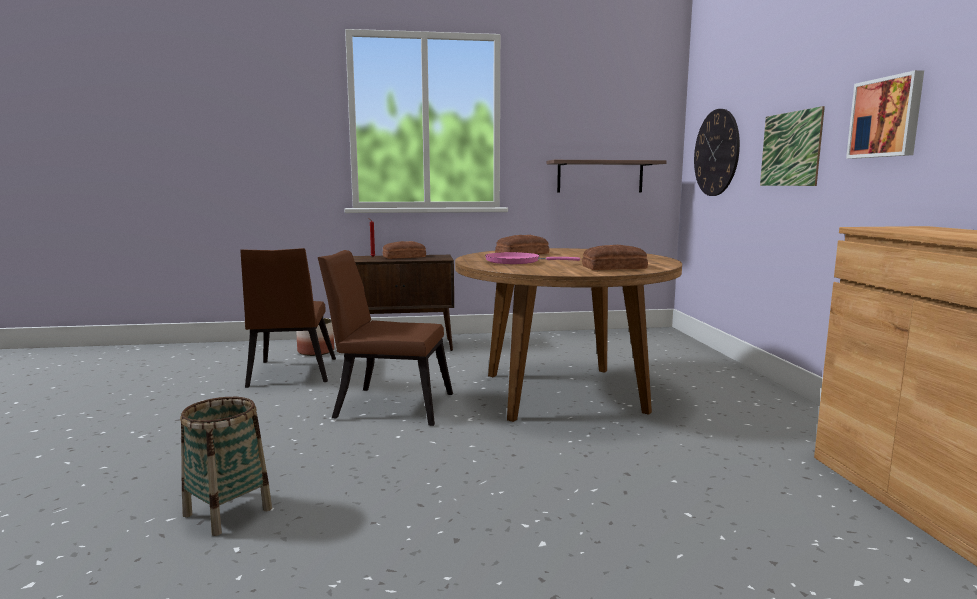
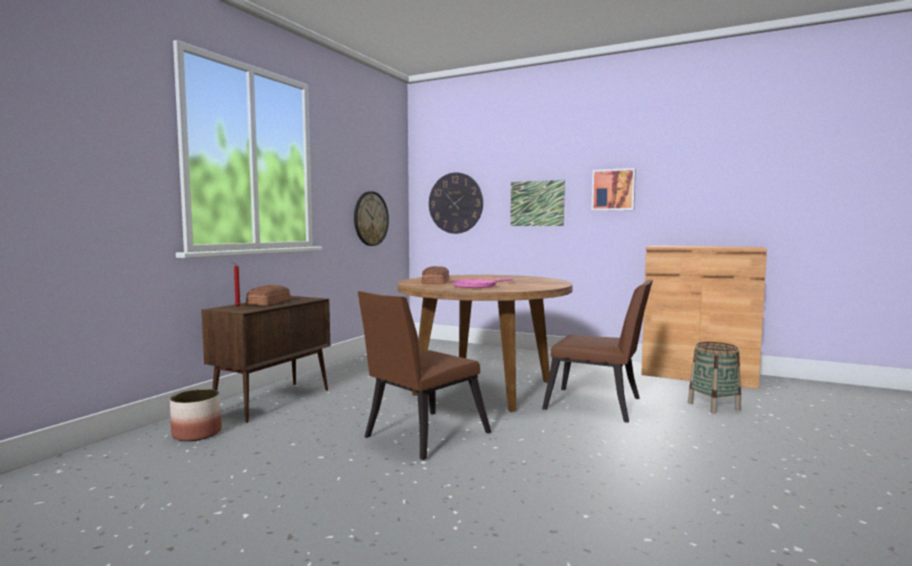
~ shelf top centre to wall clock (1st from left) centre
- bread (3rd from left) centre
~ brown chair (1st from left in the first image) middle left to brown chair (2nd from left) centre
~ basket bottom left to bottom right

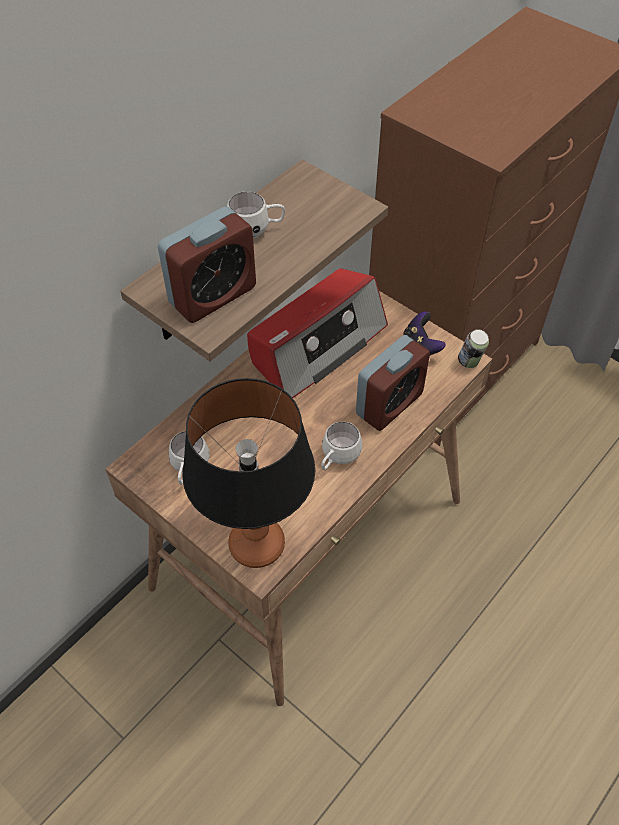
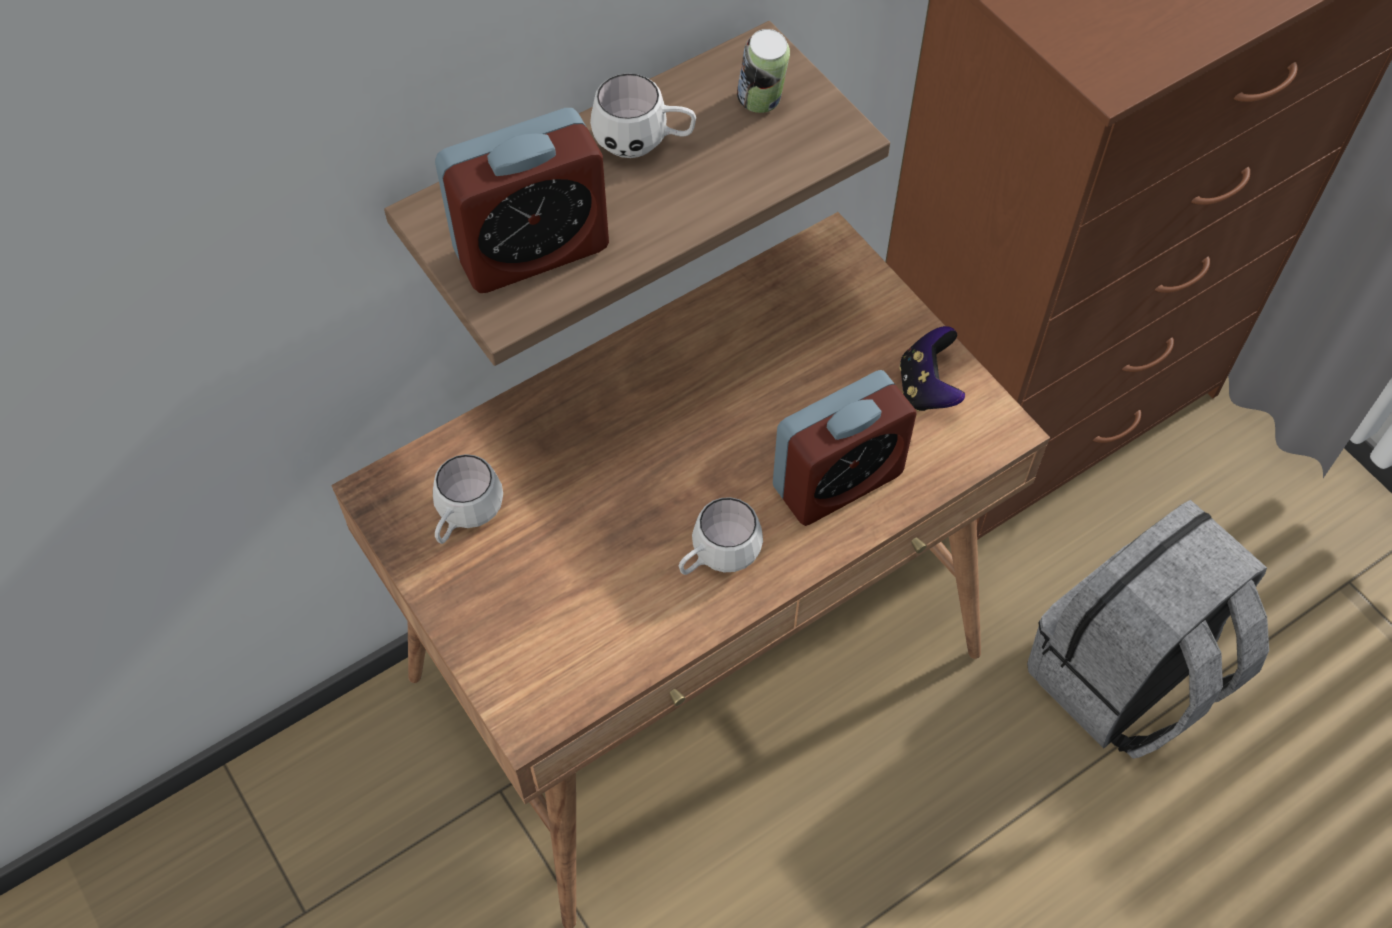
- radio centre
~ can middle right to top centre
- table lamp centre
+ grey backpack bottom right

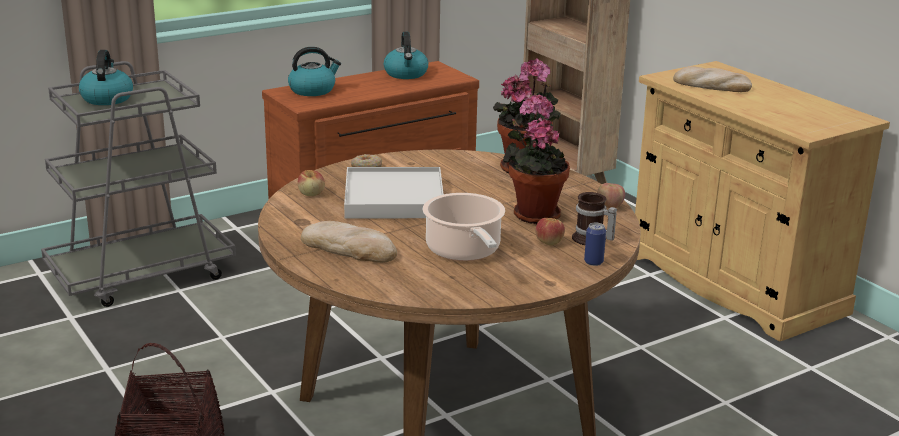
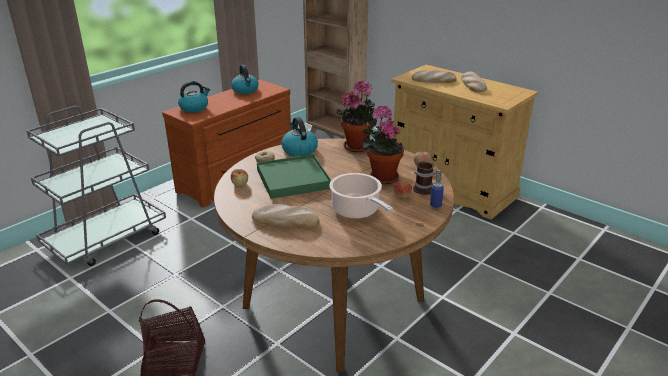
~ kettle (1st from left in the first image) top left to kettle (3rd from left) centre
~ white tray centre to green tray centre
+ bread (3rd from left) top right

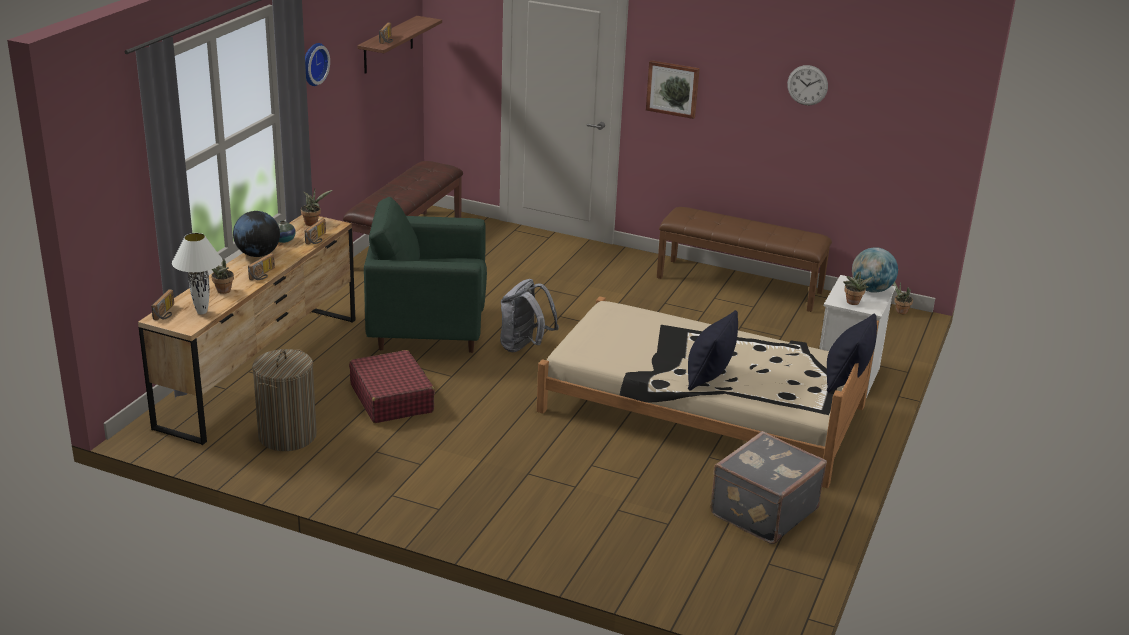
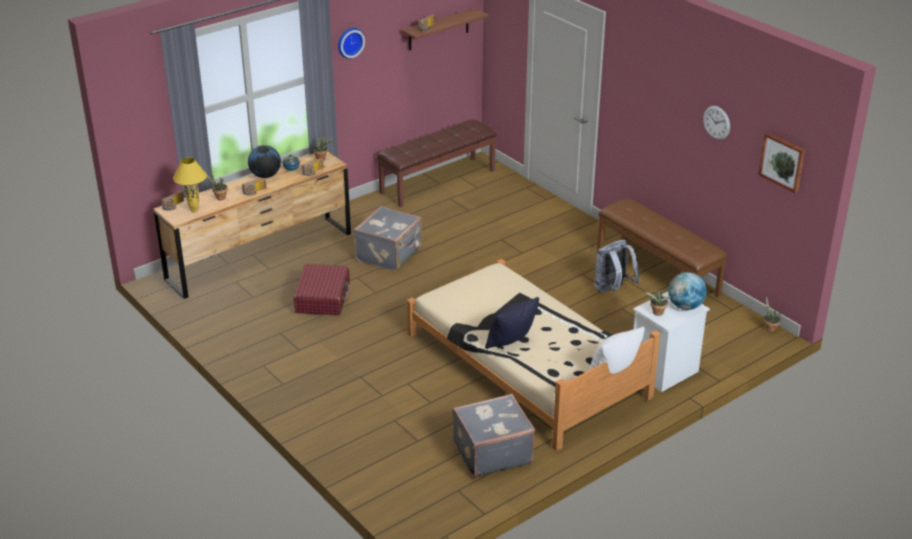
~ picture top centre to top right
~ green armchair centre to grey suitcase (1st from left) centre
~ white table lamp middle left to yellow table lamp middle left
~ grey backpack centre to middle right
~ black pillow (2nd from left) middle right to white pillow middle right
- laundry basket middle left

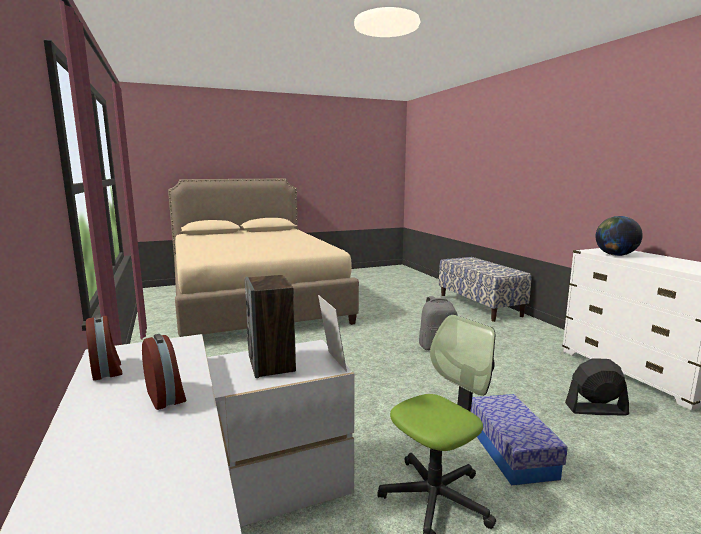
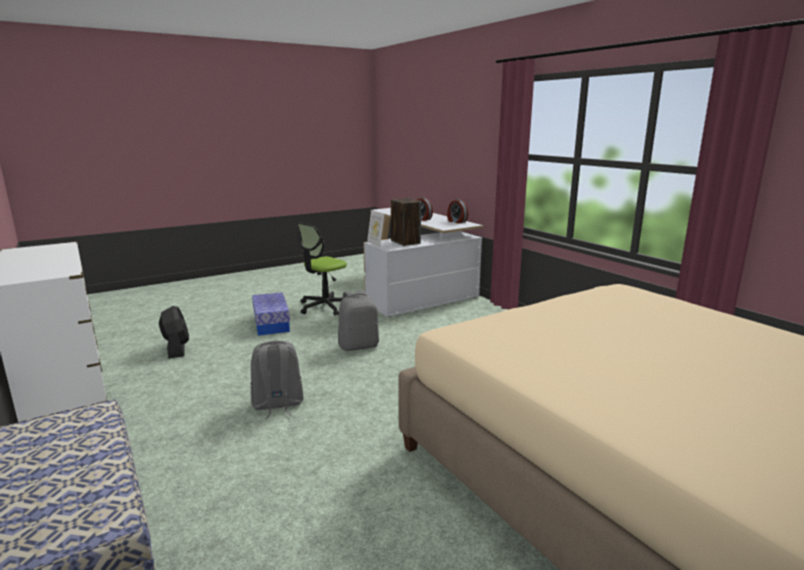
- globe middle right
~ black fan bottom right = middle left 105 degrees counterclockwise
+ grey backpack (2nd from left) centre

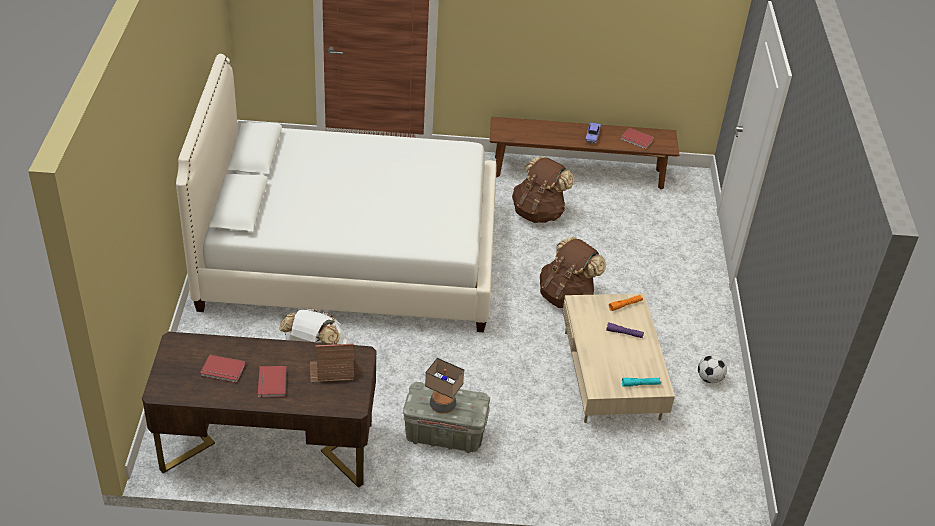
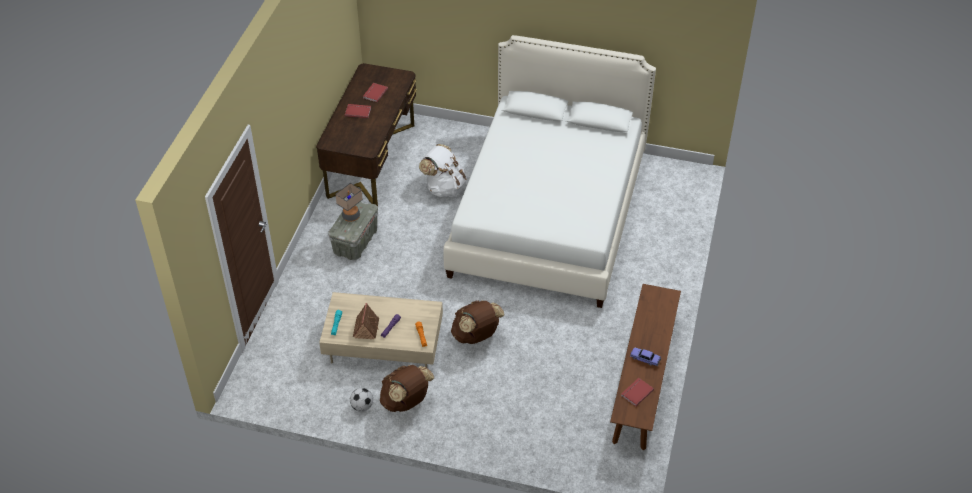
~ brown backpack (1st from left) centre to bottom centre
~ toy house bottom centre to centre

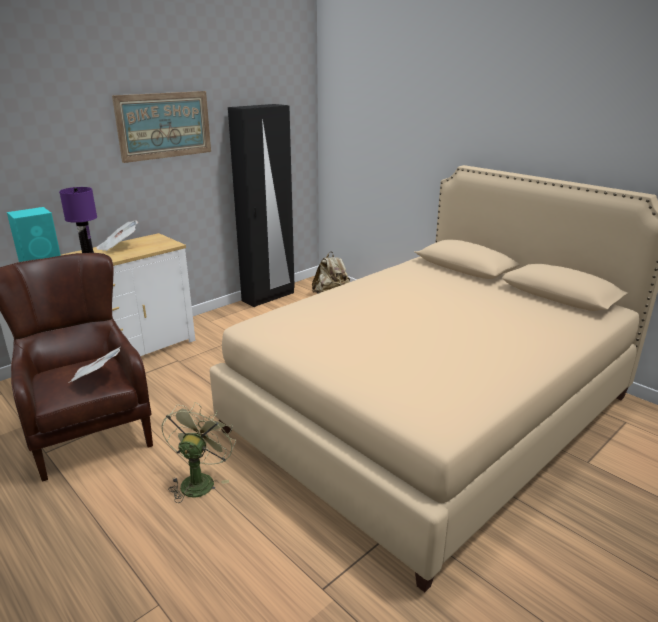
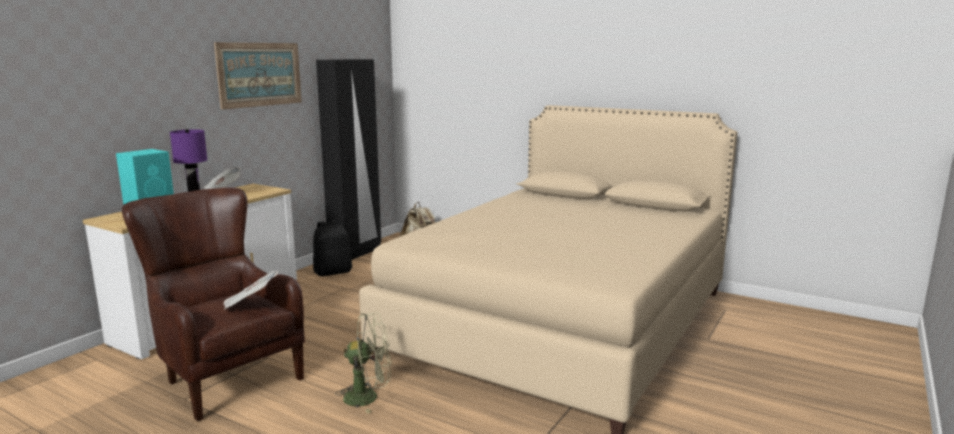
~ green fan bottom left = bottom centre 90 degrees clockwise
+ black backpack centre

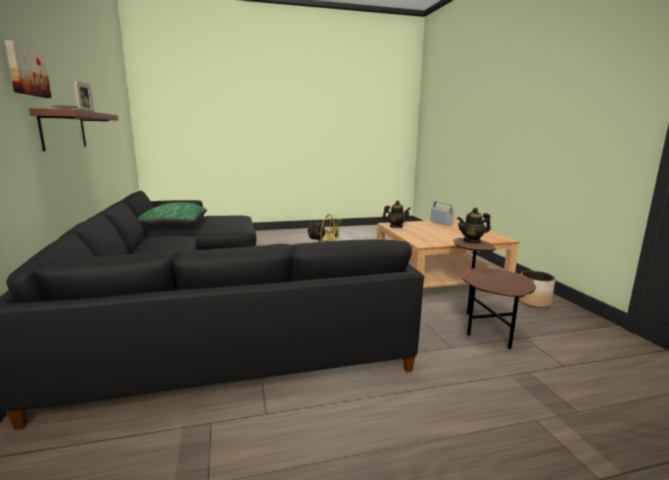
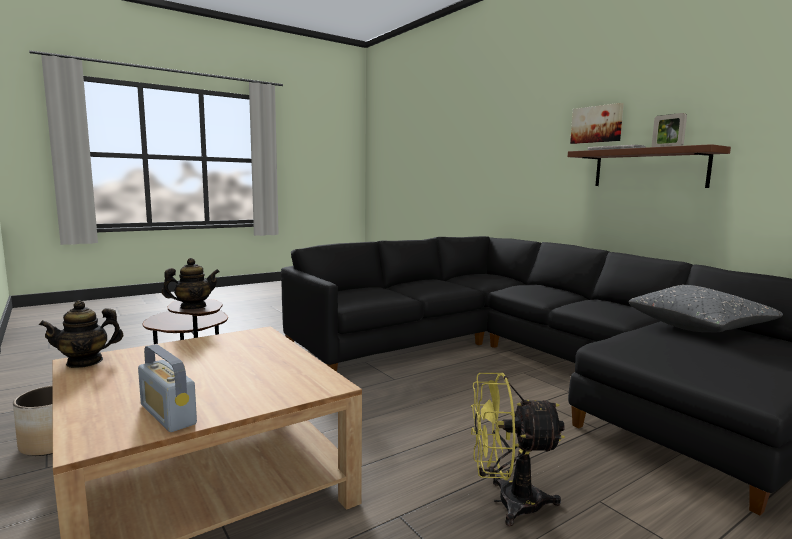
~ teapot (1st from left) centre to middle left
~ green pillow middle left to grey pillow middle right

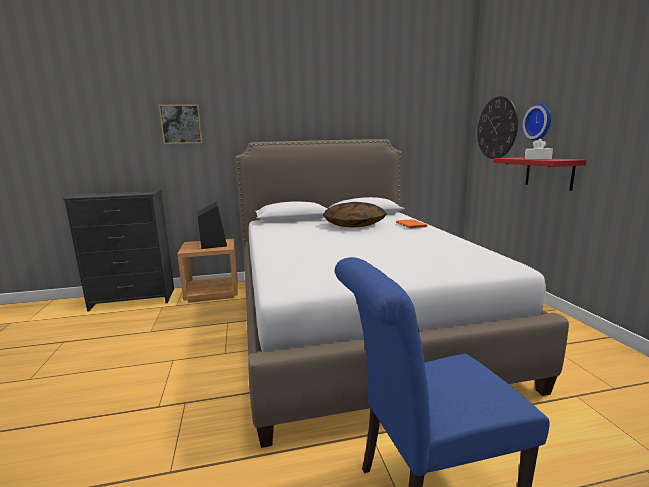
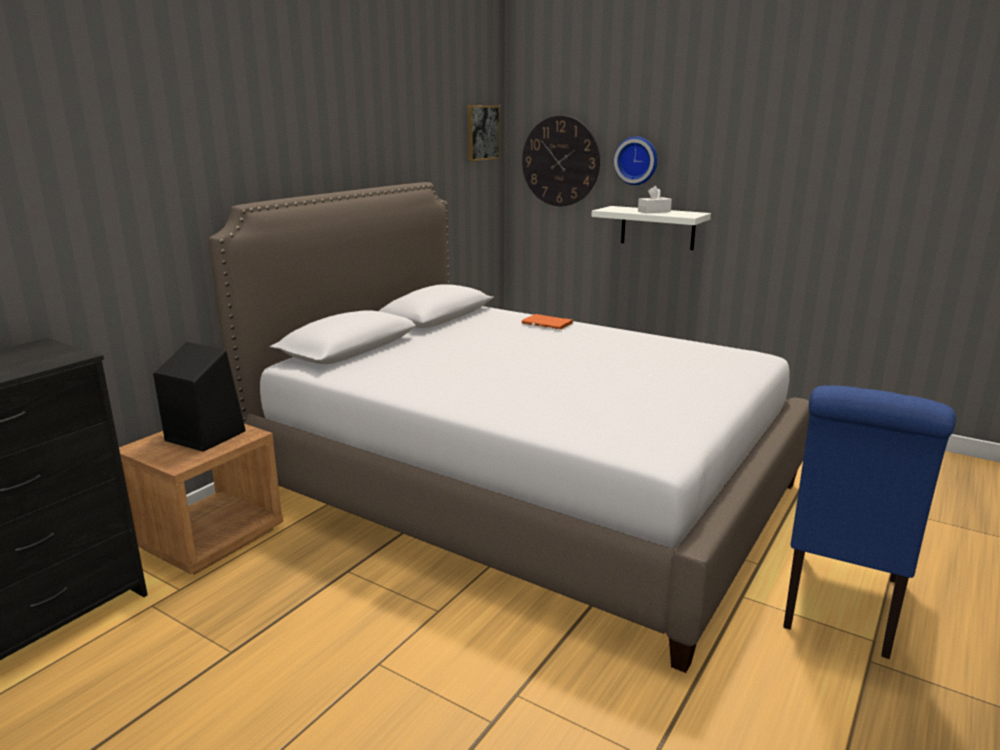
~ picture top left to top centre
~ red shelf middle right to white shelf top centre
- pillow centre

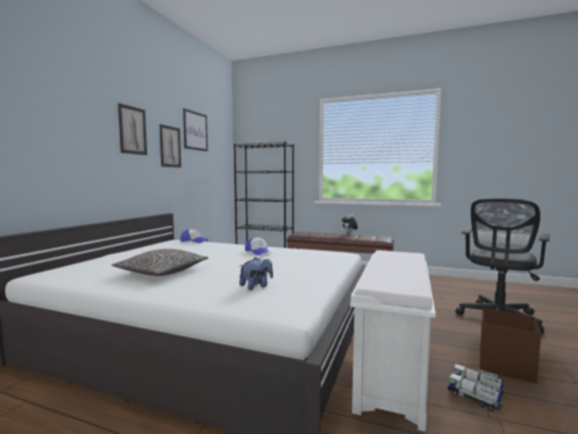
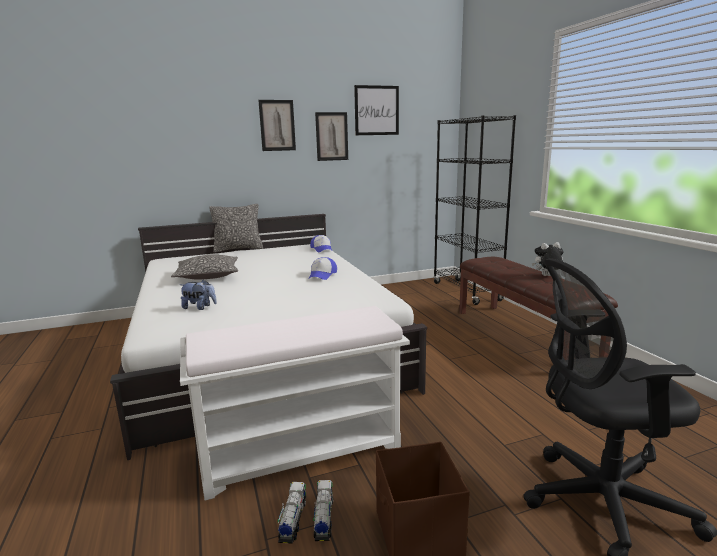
+ pillow (2nd from left) middle left

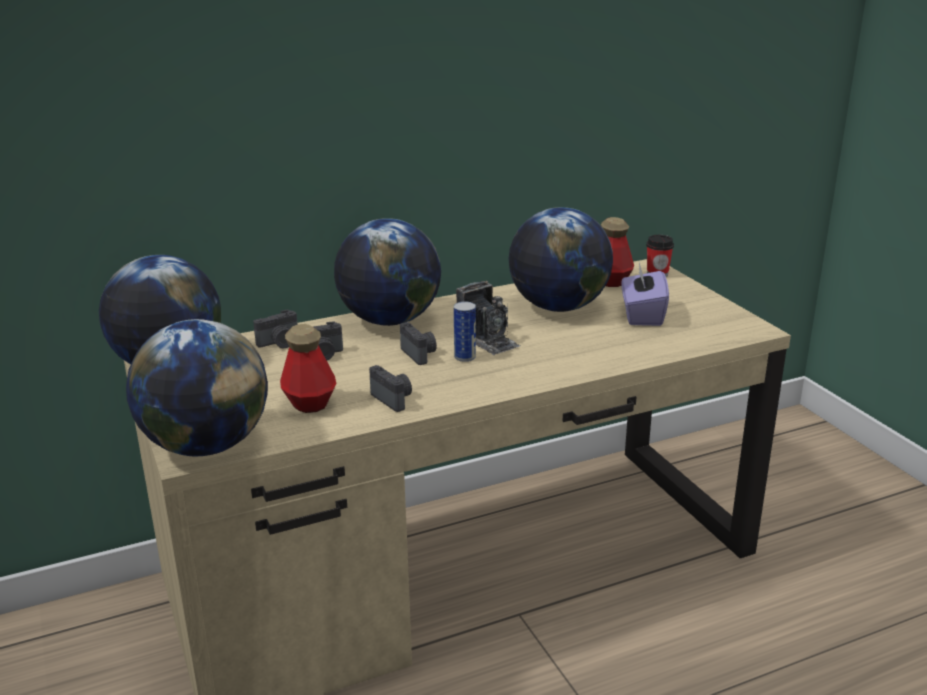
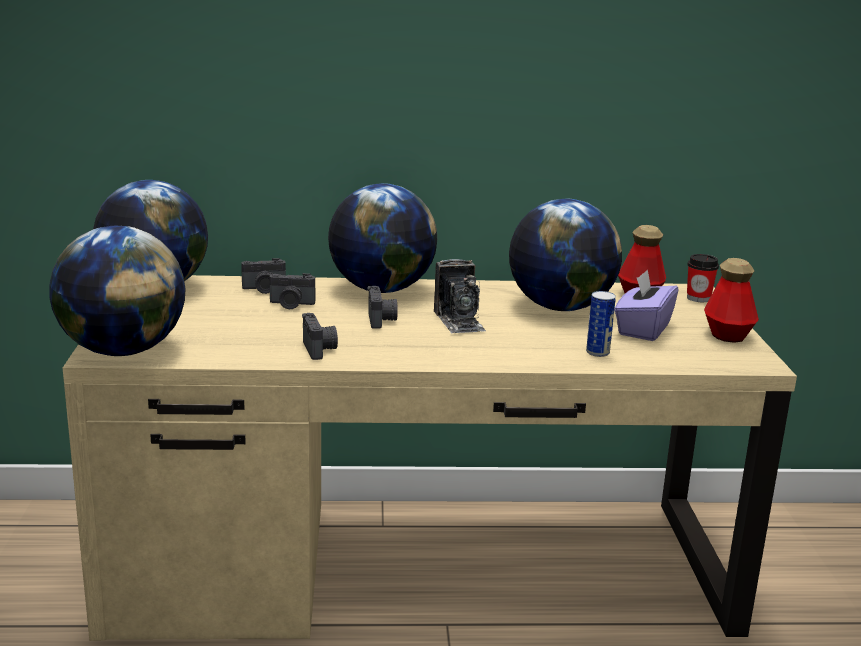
~ can centre to middle right
~ bottle (1st from left in the first image) middle left to bottle (2nd from left) middle right

